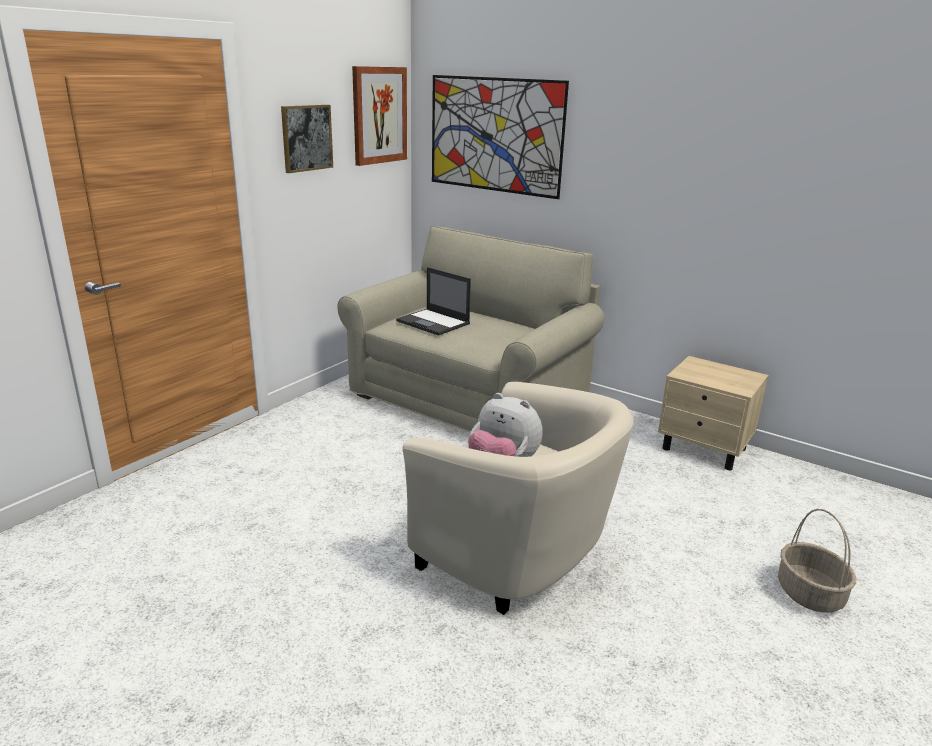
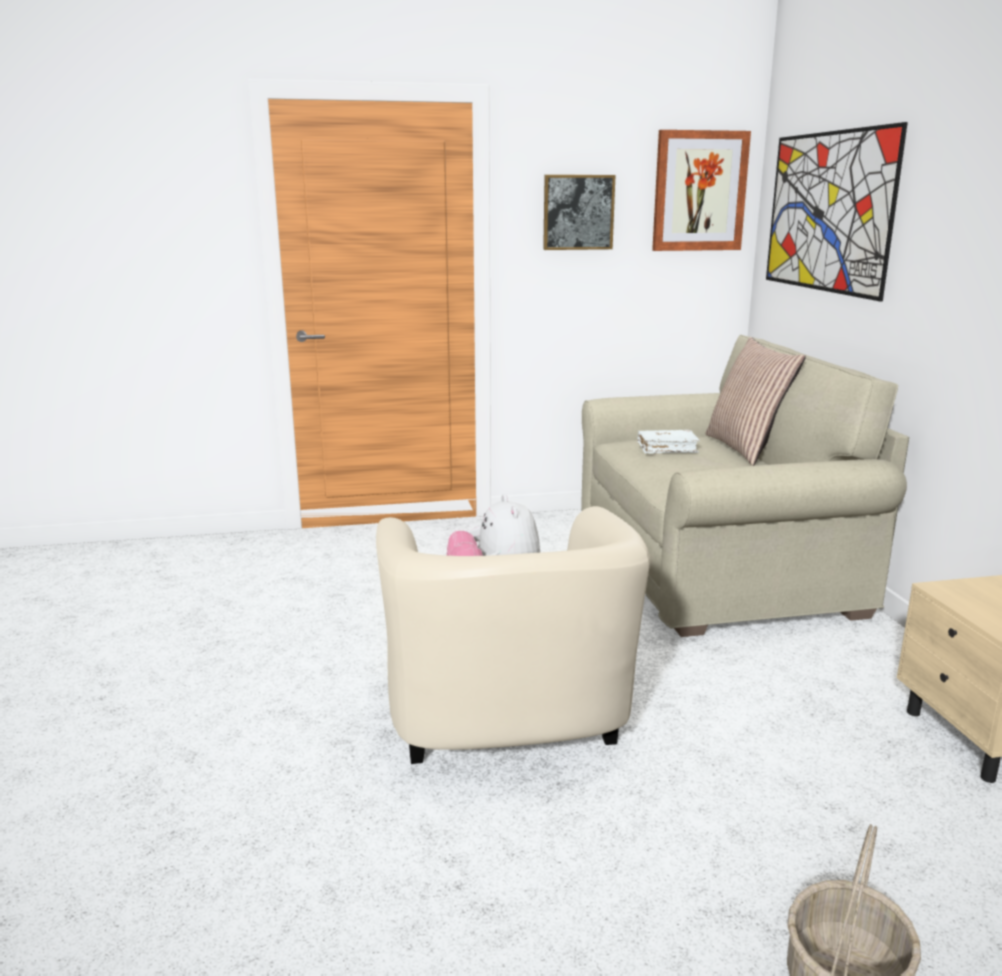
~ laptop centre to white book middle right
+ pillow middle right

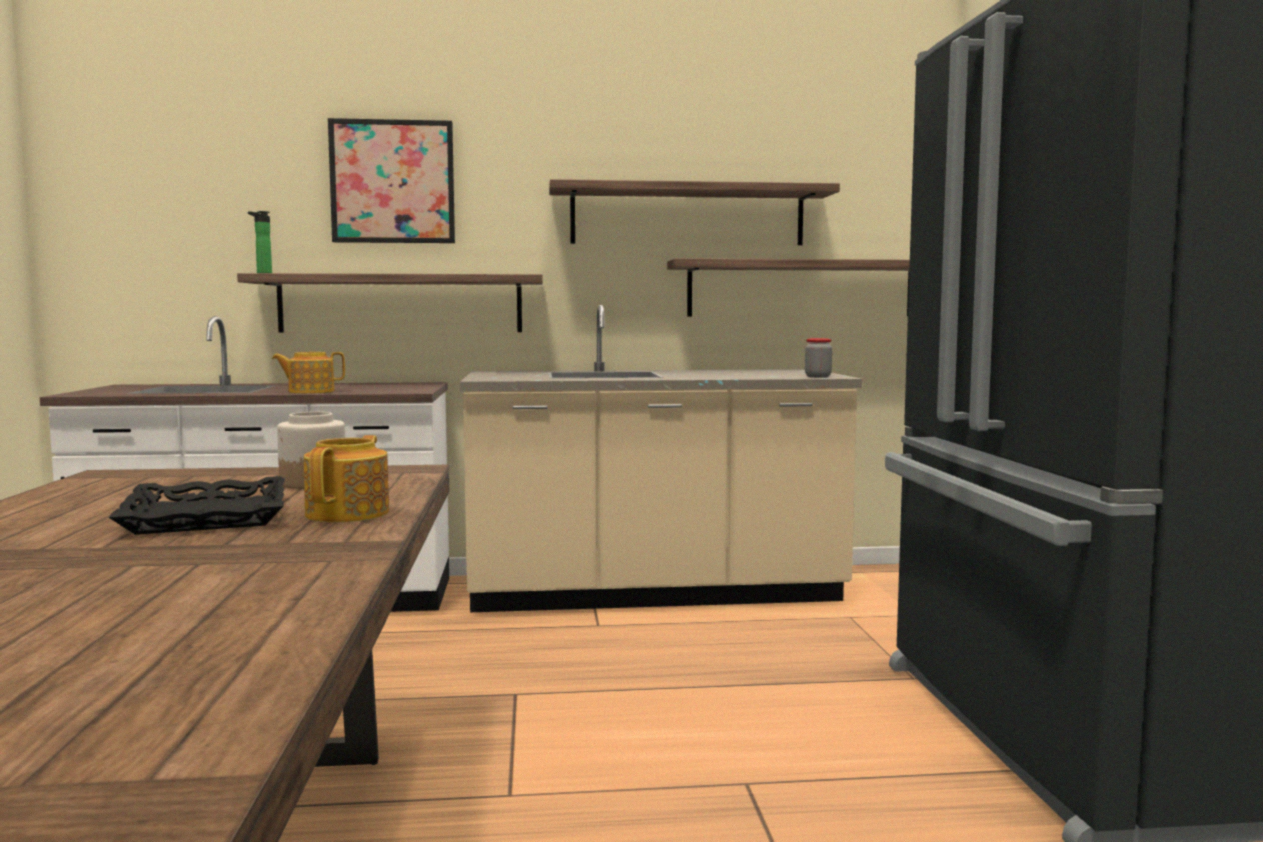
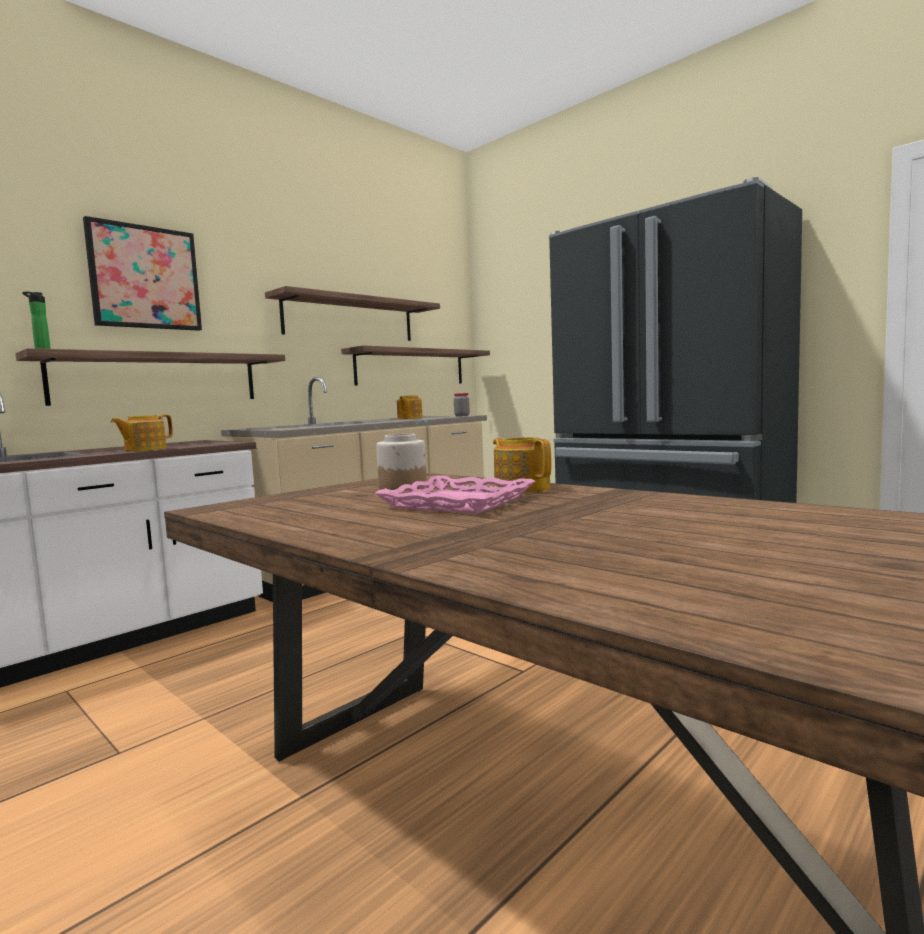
~ black tray middle left to pink tray centre
+ teapot (2nd from left) centre

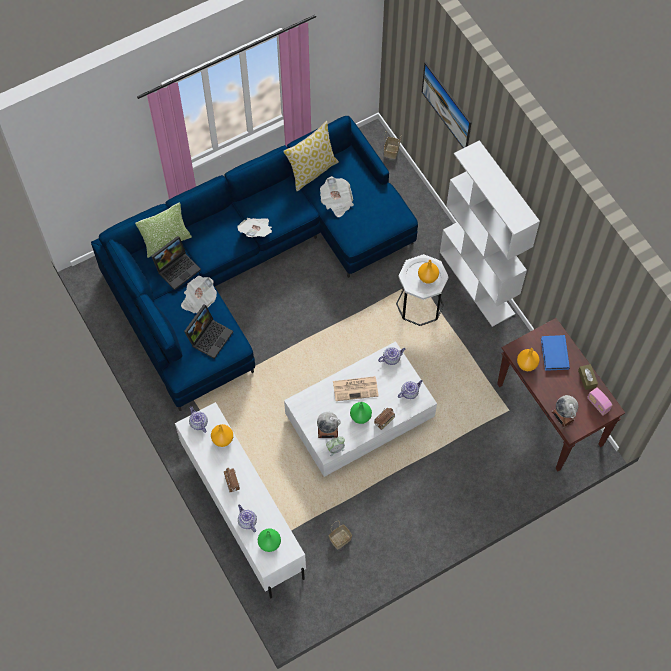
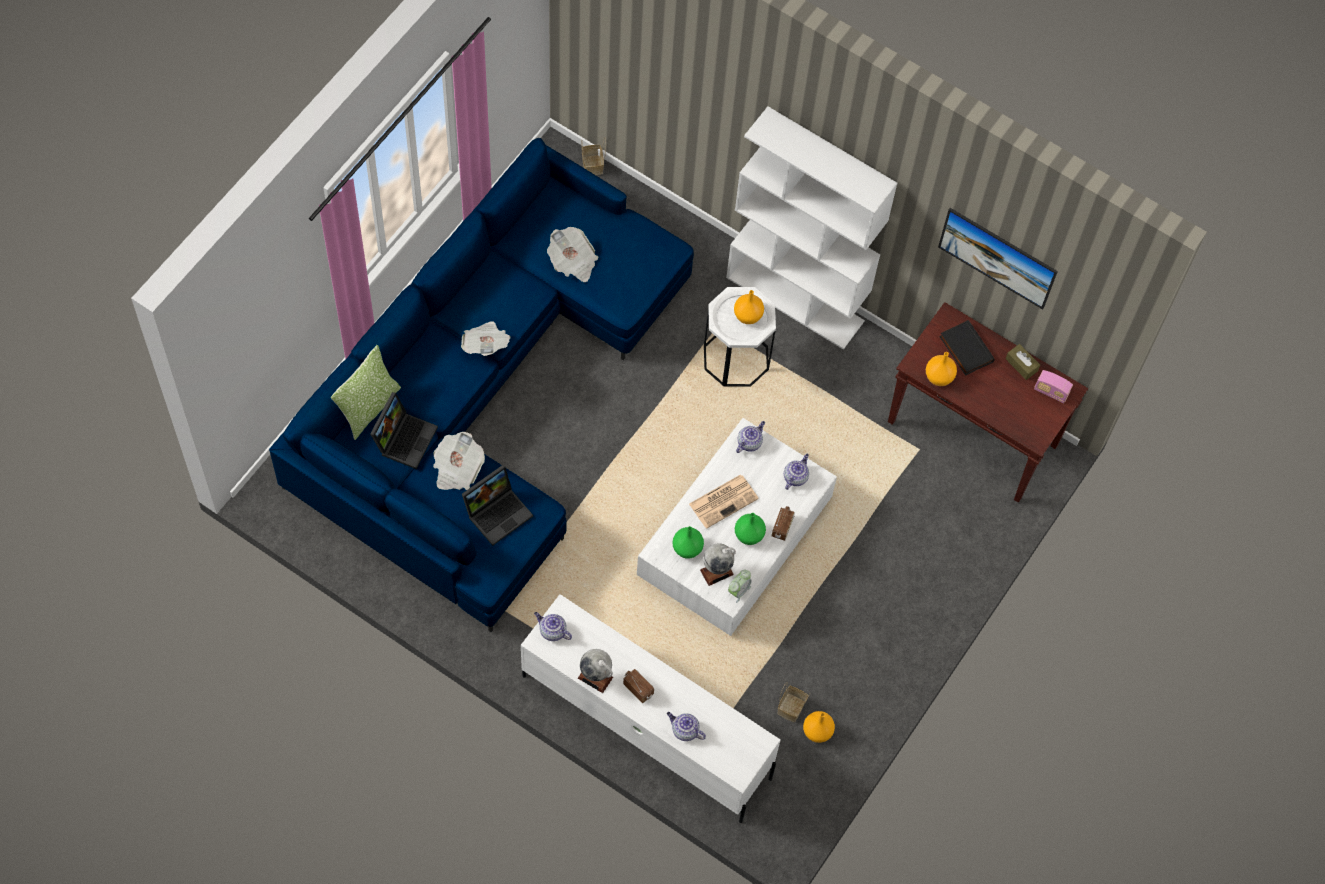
~ picture top centre to top right
- pillow (2nd from left) top centre
~ laptop (2nd from left) middle left = centre 45 degrees clockwise
~ blue book middle right to black book middle right
~ globe (2nd from left in the first image) middle right to globe (1st from left) bottom centre
~ orange vase (1st from left in the first image) middle left to orange vase (2nd from left) bottom centre
~ green vase (1st from left) bottom centre to centre

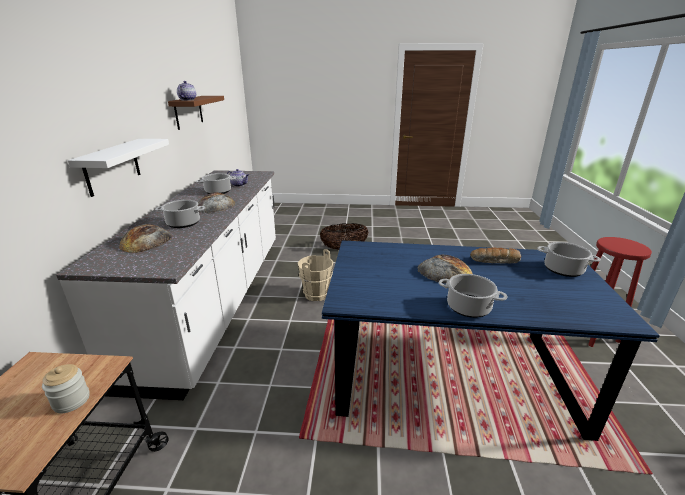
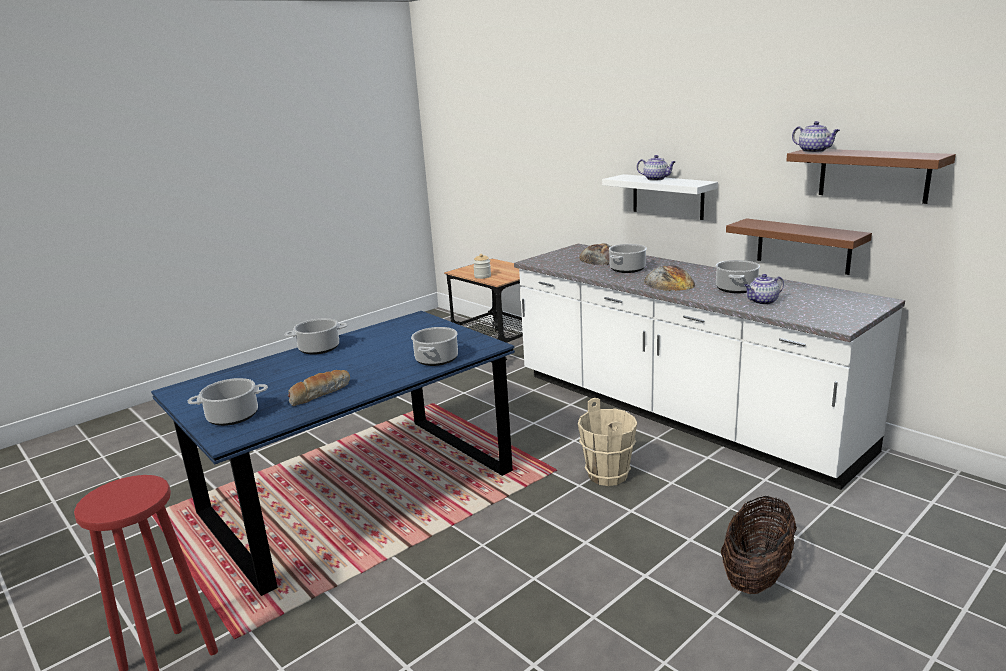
- bread (3rd from left) centre
+ teapot (1st from left) top centre
+ brown shelf (1st from left) middle right
+ cooking pot (3rd from left) centre

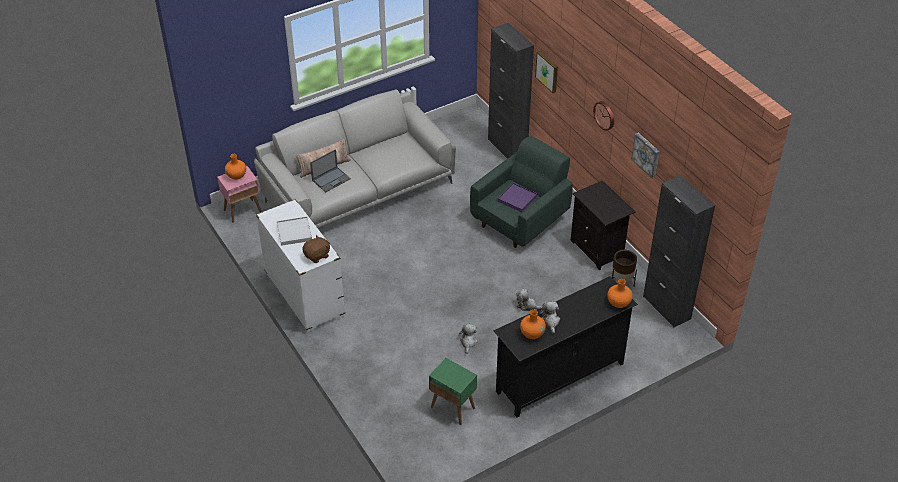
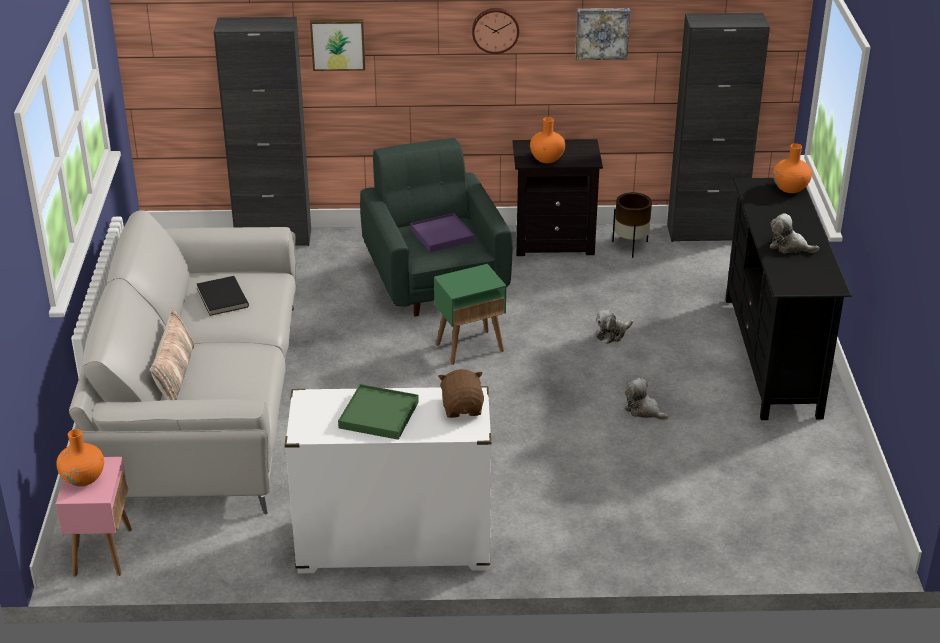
- laptop centre
~ white tray middle left to green tray centre
~ orange vase (2nd from left) bottom centre to top centre
~ green side table bottom centre to centre
+ black book middle left

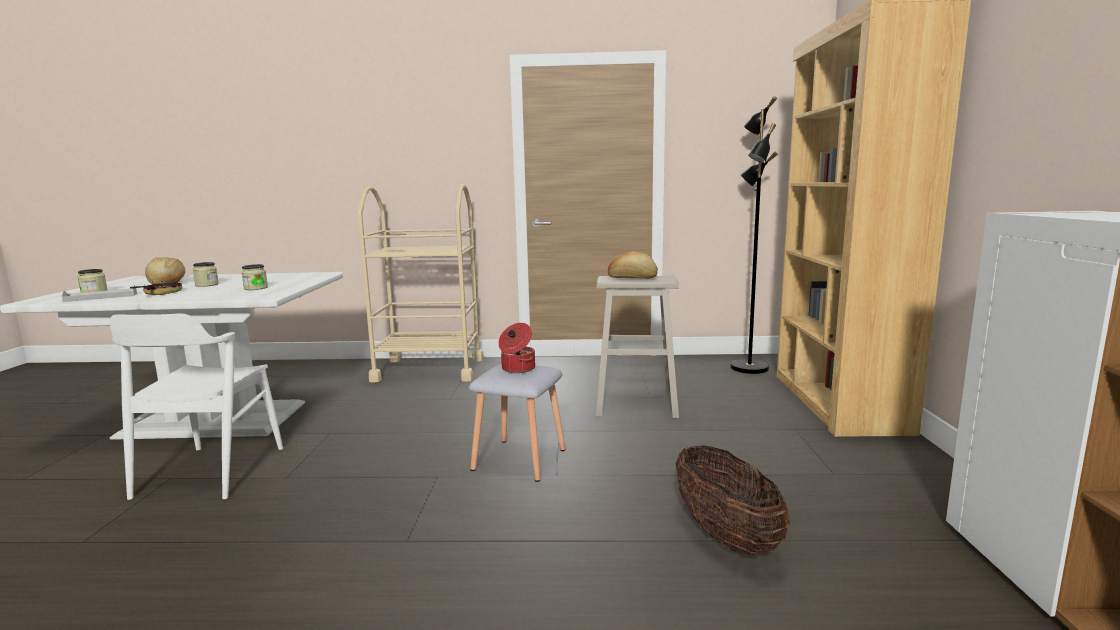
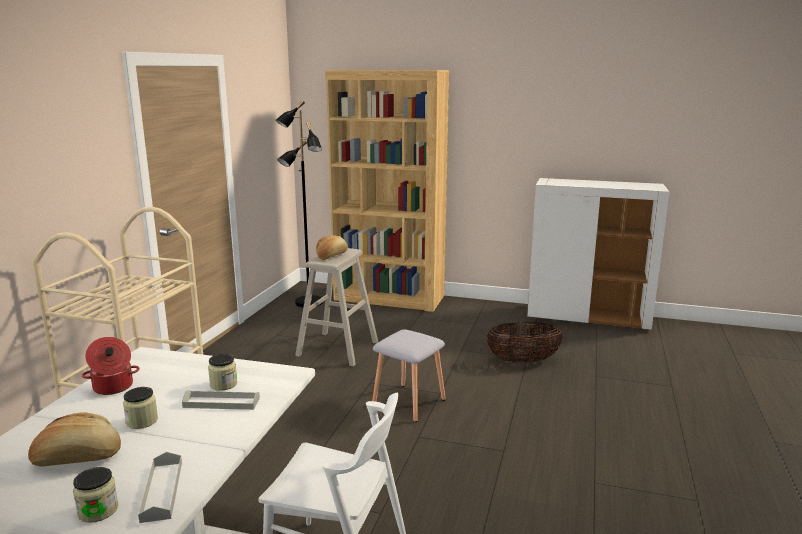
- frying pan middle left
~ cooking pot centre to bottom left
+ grey tray (2nd from left) bottom left

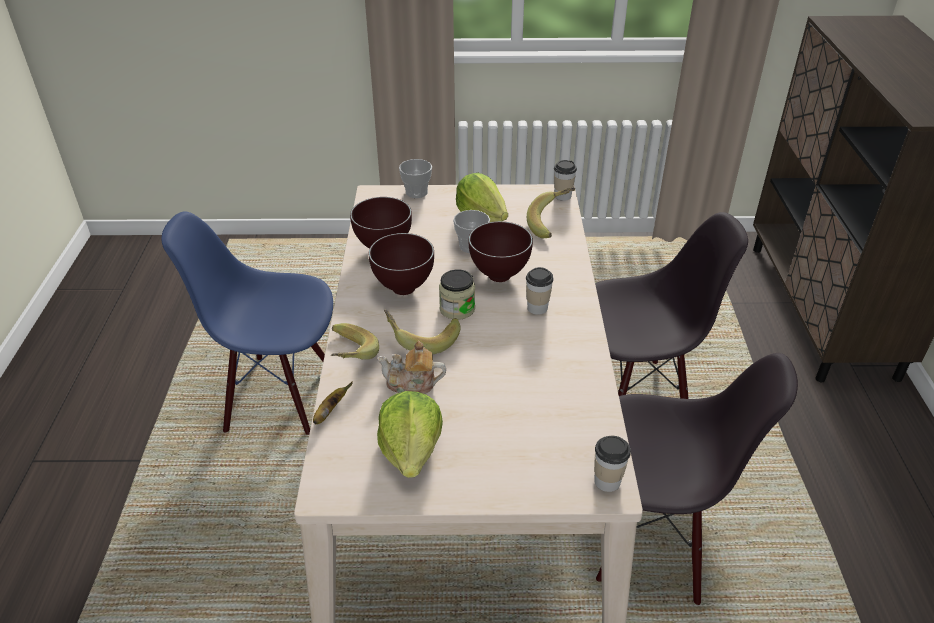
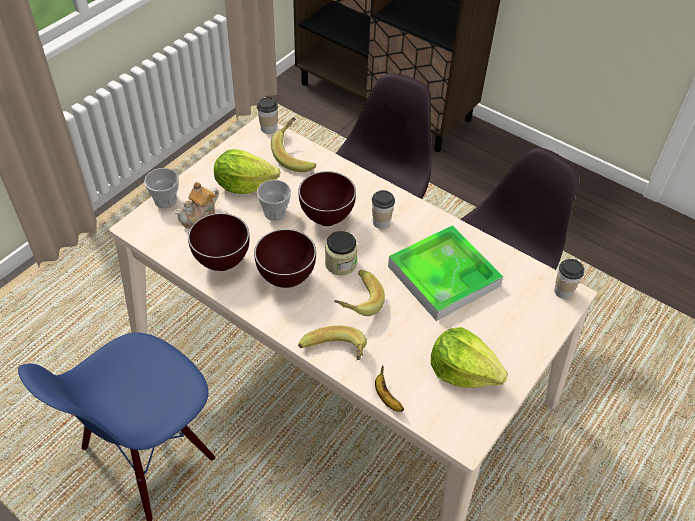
~ teapot centre to middle left
+ tray centre

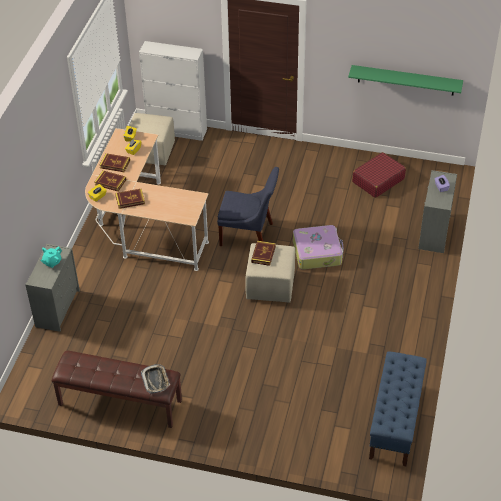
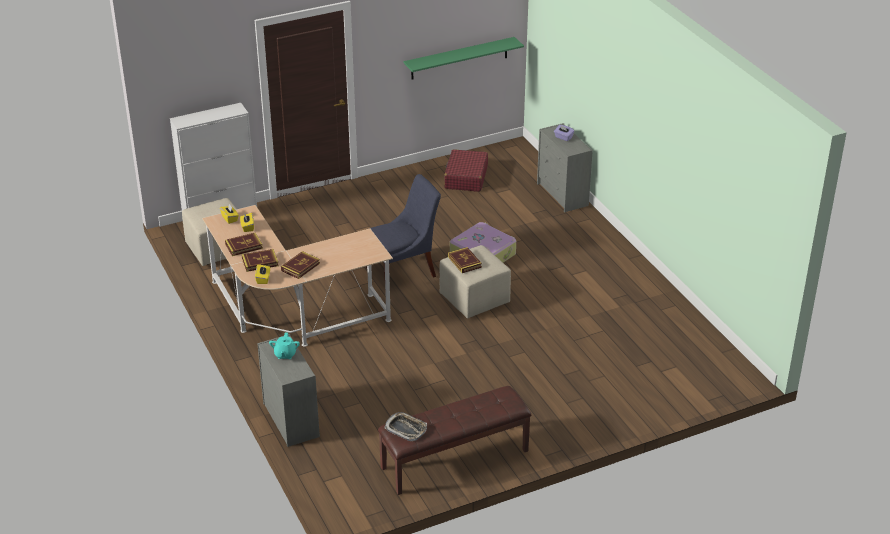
- blue bench bottom right
~ tray bottom left to bottom centre

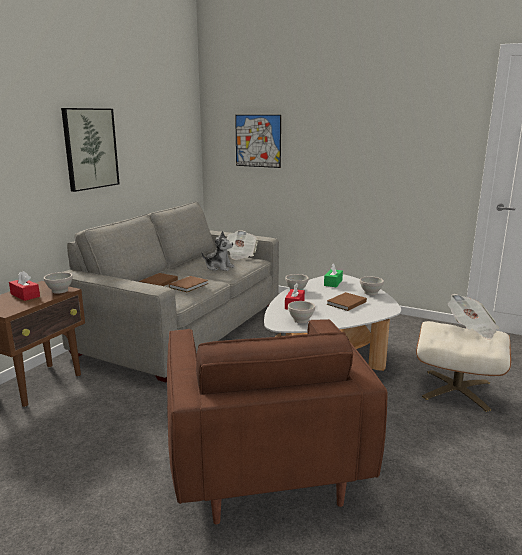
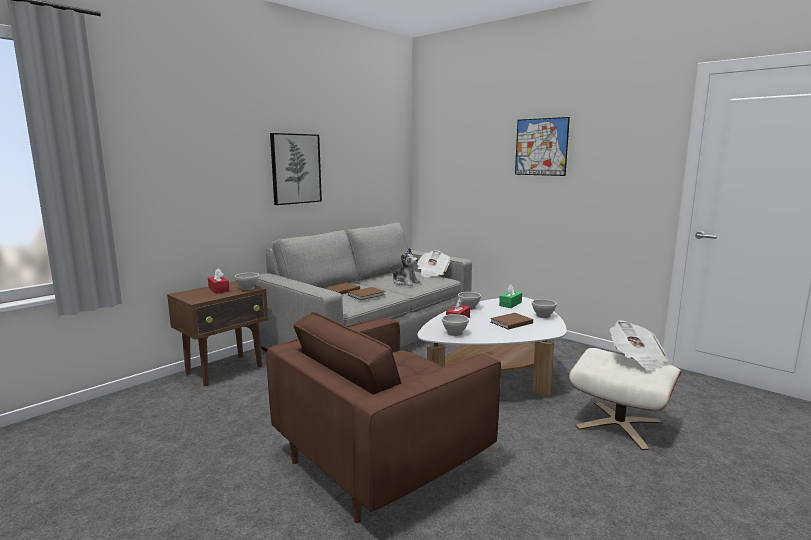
~ picture (2nd from left) top centre to top right
~ brown armchair bottom centre = bottom centre 45 degrees clockwise

